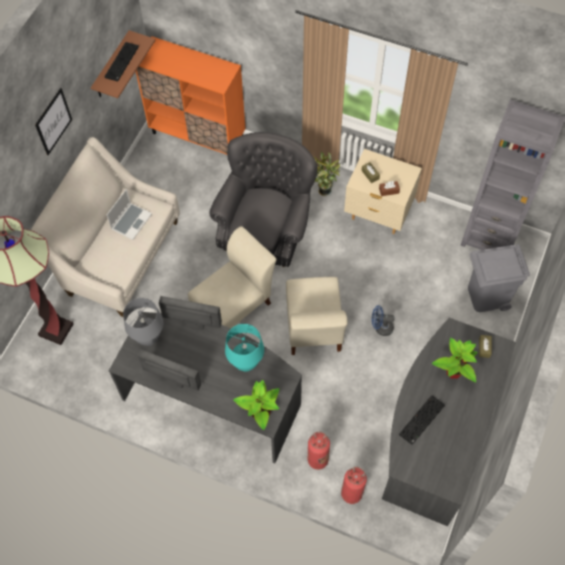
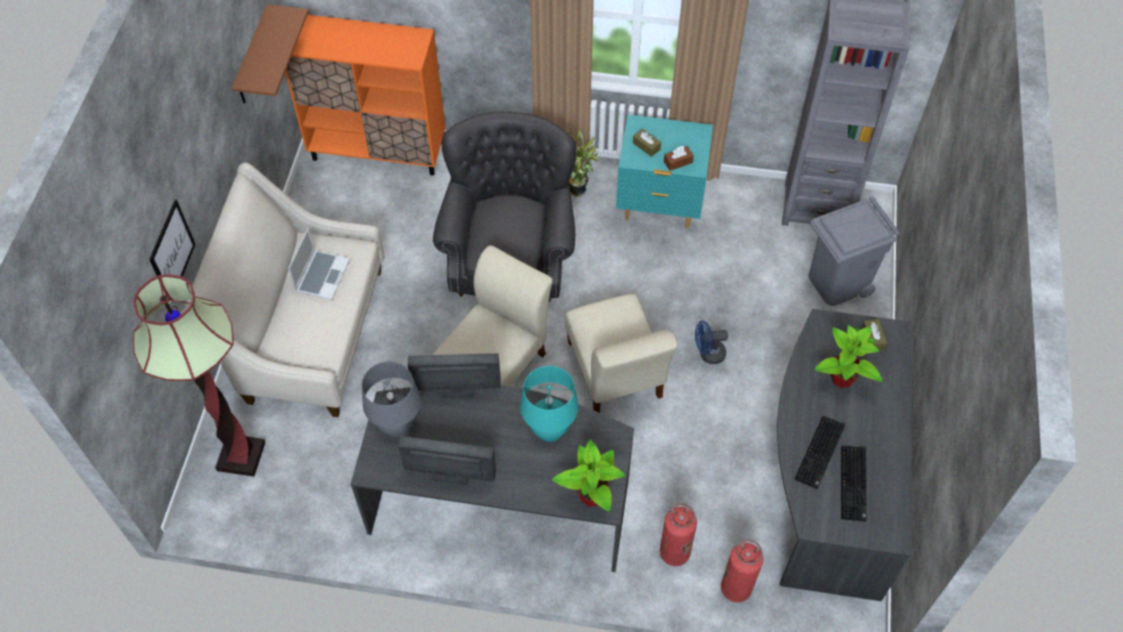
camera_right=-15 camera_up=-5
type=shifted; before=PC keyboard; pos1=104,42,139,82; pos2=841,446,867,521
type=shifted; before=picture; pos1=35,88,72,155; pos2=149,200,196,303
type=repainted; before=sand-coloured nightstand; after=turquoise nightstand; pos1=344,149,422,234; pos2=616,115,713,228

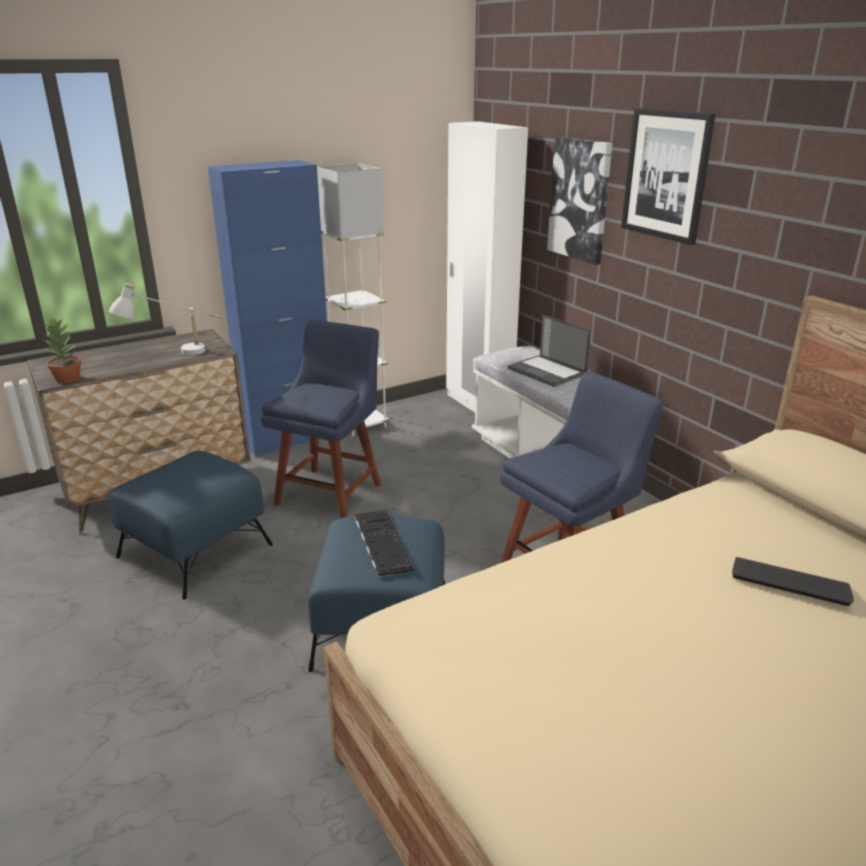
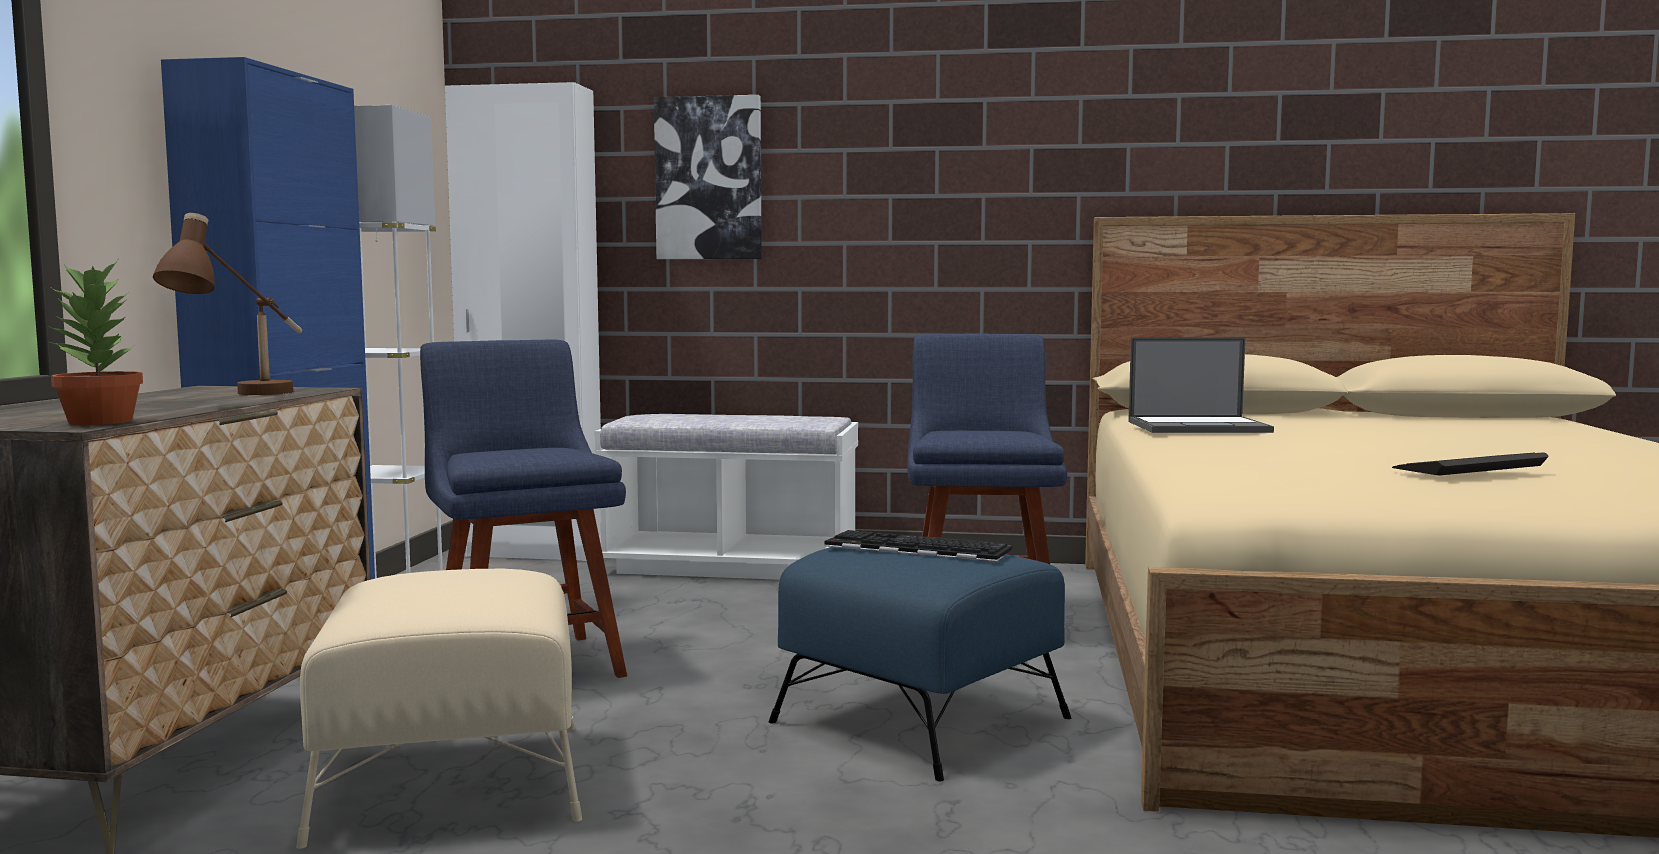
camera_right=-50 camera_up=-20
type=gone; before=picture; pos1=621,108,716,245
type=repainted; before=whitish tabletop lamp; after=brownish tabletop lamp; pos1=109,283,225,355; pos2=153,213,302,395
type=shifted; before=laptop; pos1=508,315,591,387; pos2=1128,338,1274,433
type=repainted; before=blue-coloured footrest; after=sand-coloured footrest; pos1=108,451,273,600; pos2=296,569,582,849
type=shifted; before=PC keyboard; pos1=732,557,854,606; pos2=1392,452,1549,475

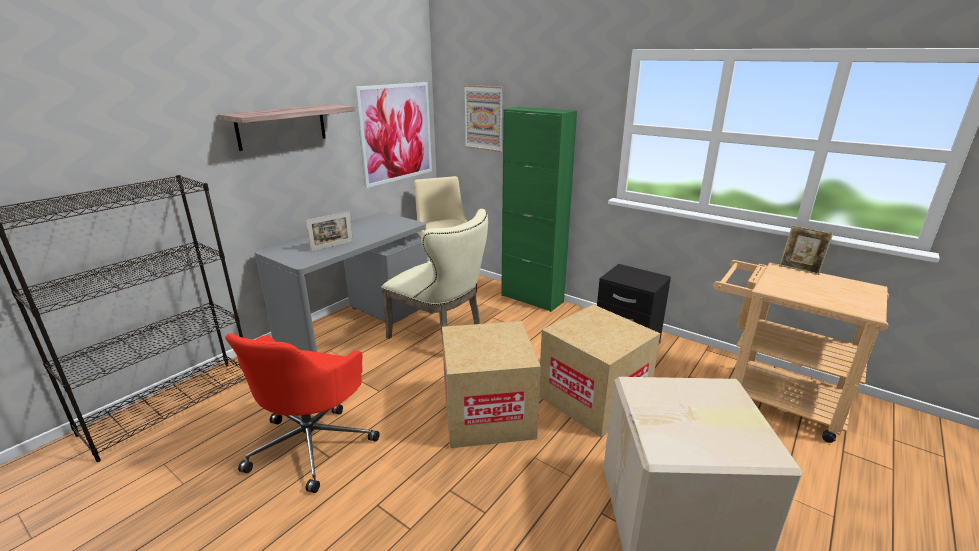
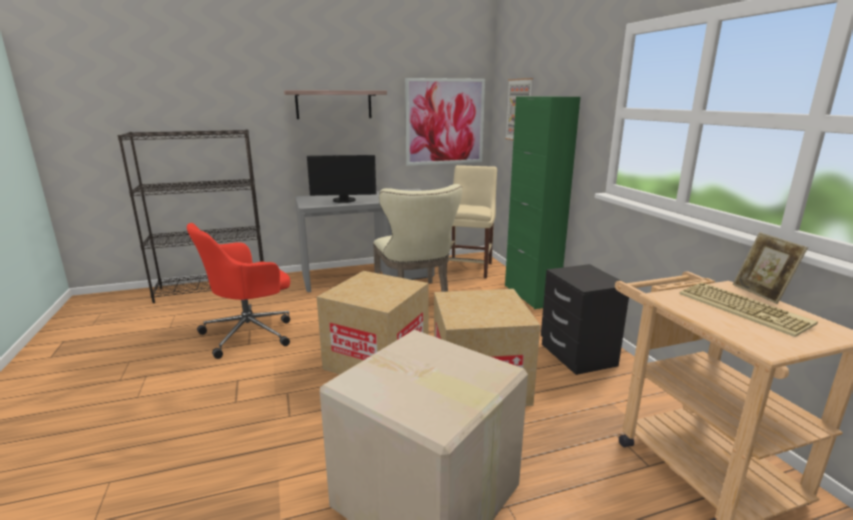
camera_right=35 camera_up=-5
type=swapped; before=picture frame; after=computer screen; pos1=306,211,353,252; pos2=307,155,376,203
type=new; after=PC keyboard; pos2=679,282,818,337

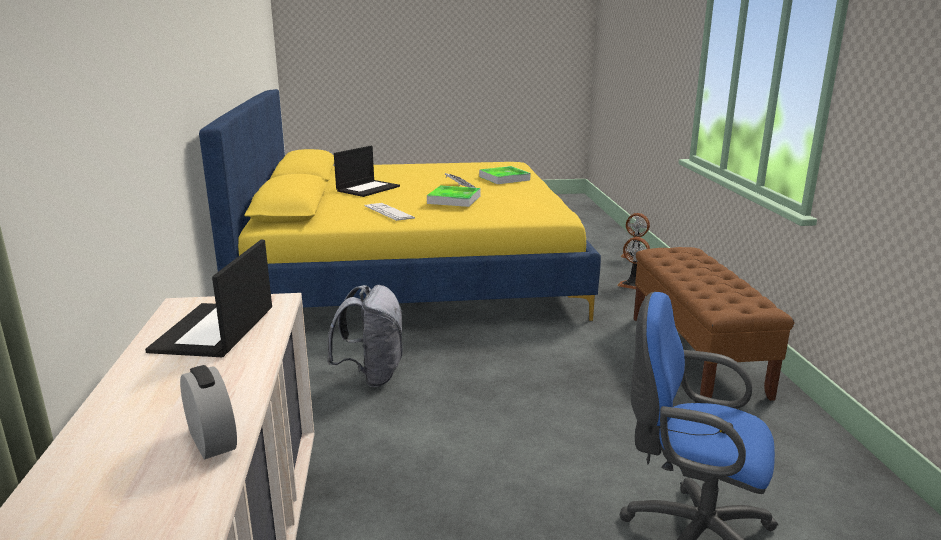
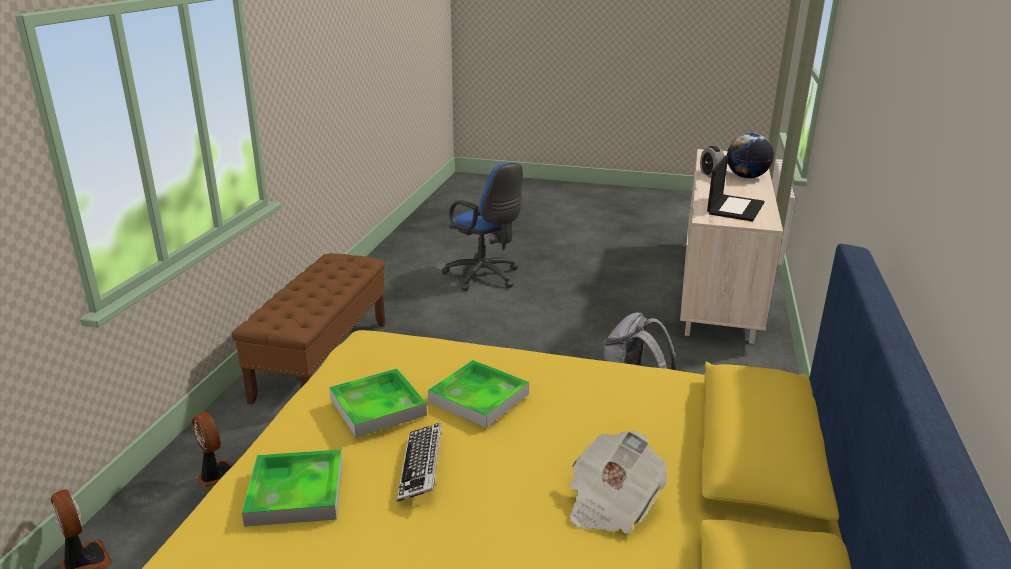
camera_right=-160 camera_up=5
type=swapped; before=laptop; after=newspaper; pos1=334,146,400,197; pos2=569,431,667,534
type=gone; before=PC keyboard; pos1=365,203,415,221
type=new; after=globe; pos2=727,133,774,178
type=new; after=tray; pos2=329,368,427,438

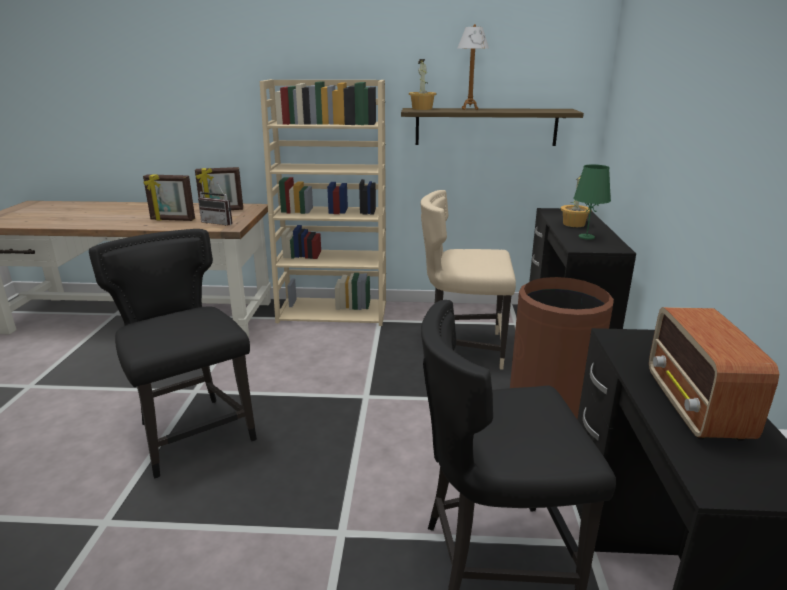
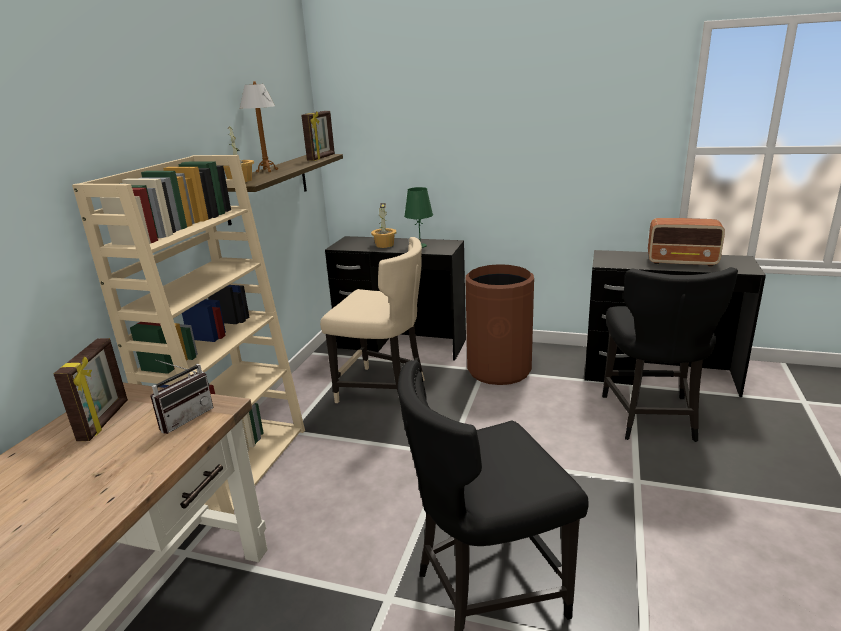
camera_right=-75 camera_up=0
type=shifted; before=picture frame; pos1=143,174,195,221; pos2=301,111,335,161
type=rotated; before=sand-coloured plain chair; pos1=420,190,516,370; pos2=320,237,425,403; turn=-90

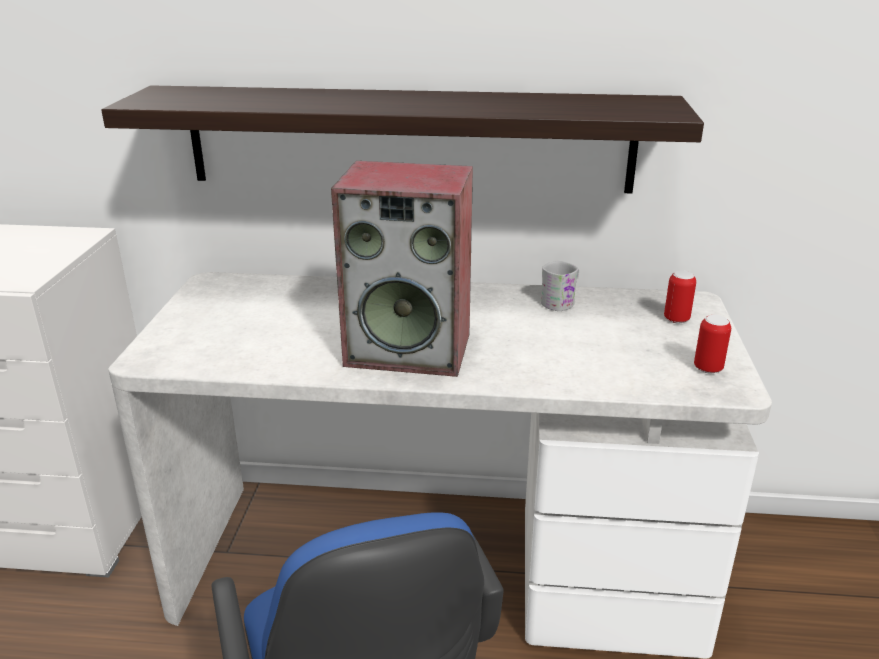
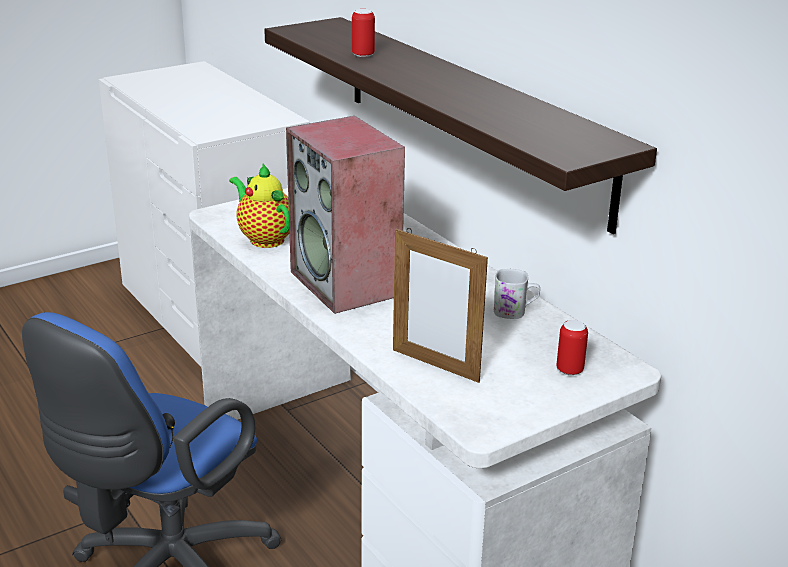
camera_right=50 camera_up=0
type=shifted; before=can; pos1=694,315,731,373; pos2=352,9,375,57
type=new; after=teapot; pos2=229,163,289,248
type=new; after=picture frame; pos2=393,228,488,383

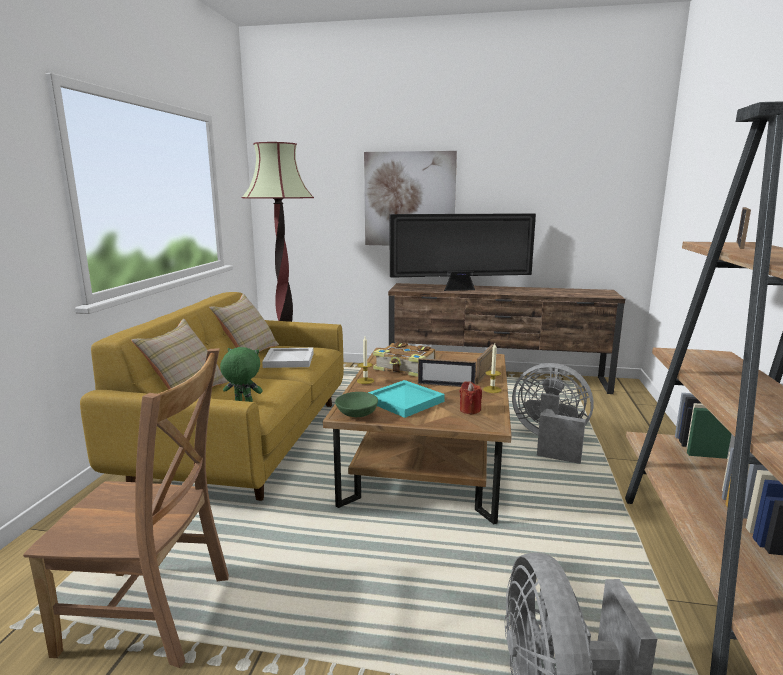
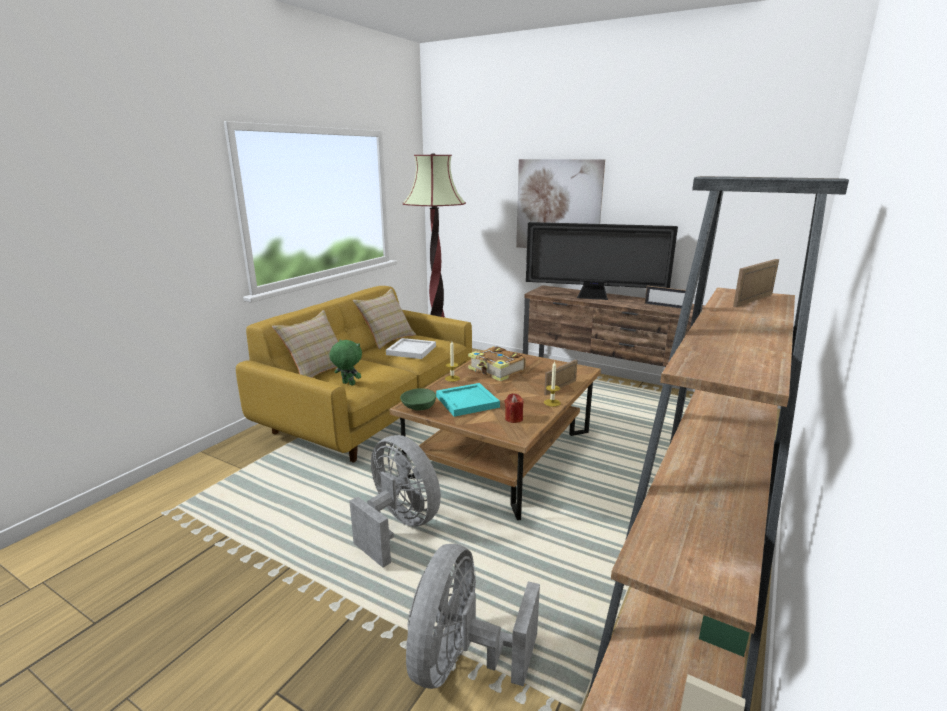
camera_right=20 camera_up=5
type=gone; before=brownish plain chair; pos1=23,348,229,668
type=shifted; before=picture frame; pos1=418,358,476,387; pos2=645,286,686,309
type=shifted; before=greyish electric fan; pos1=512,363,594,464; pos2=349,435,441,568

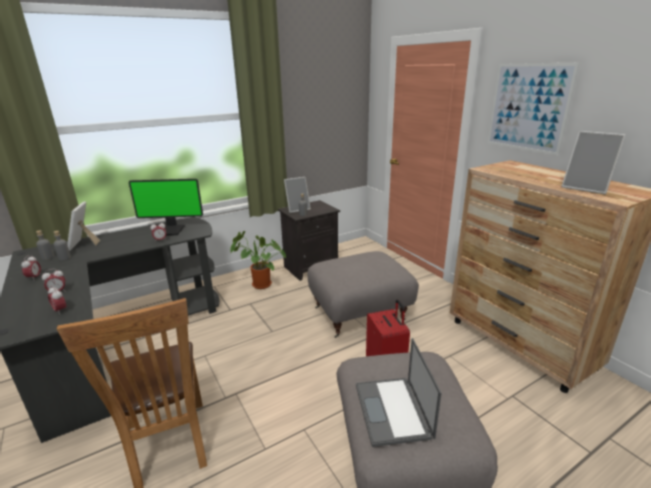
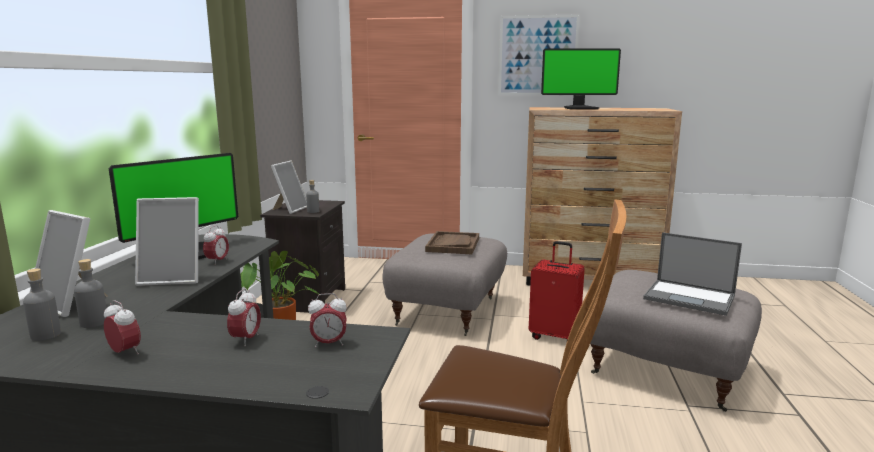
camera_right=-50 camera_up=-10
type=shifted; before=picture frame; pos1=561,131,626,194; pos2=135,197,199,286
type=new; after=computer screen; pos2=541,48,621,110
type=new; after=brownish tray; pos2=425,231,479,255

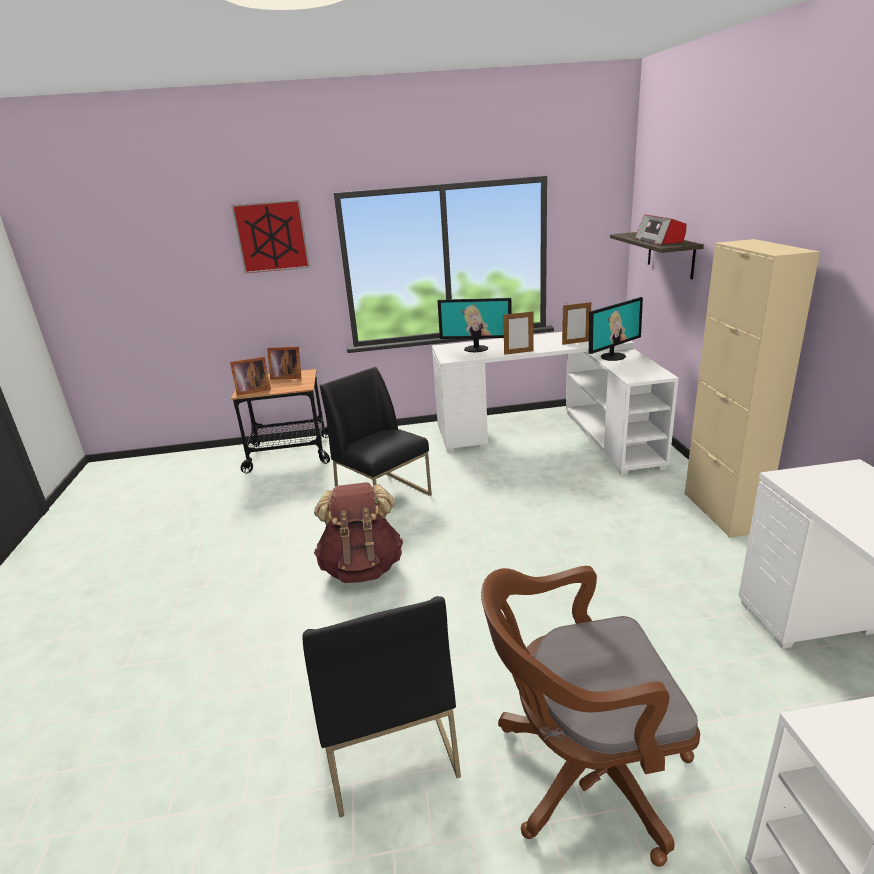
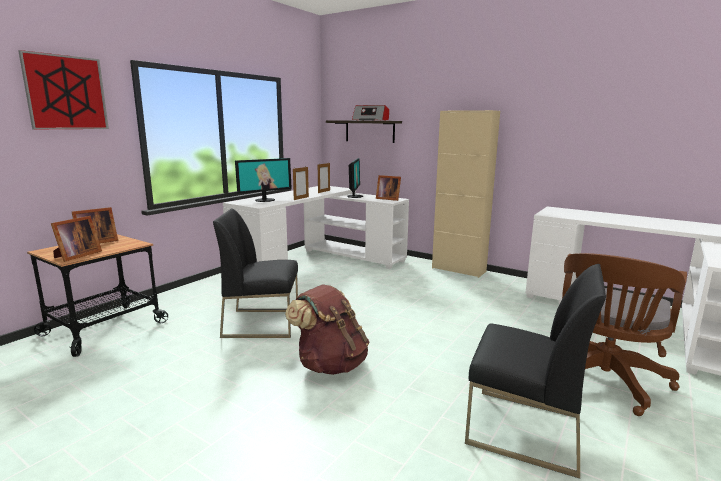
camera_right=-50 camera_up=-10
type=new; after=picture frame; pos2=376,175,401,201

